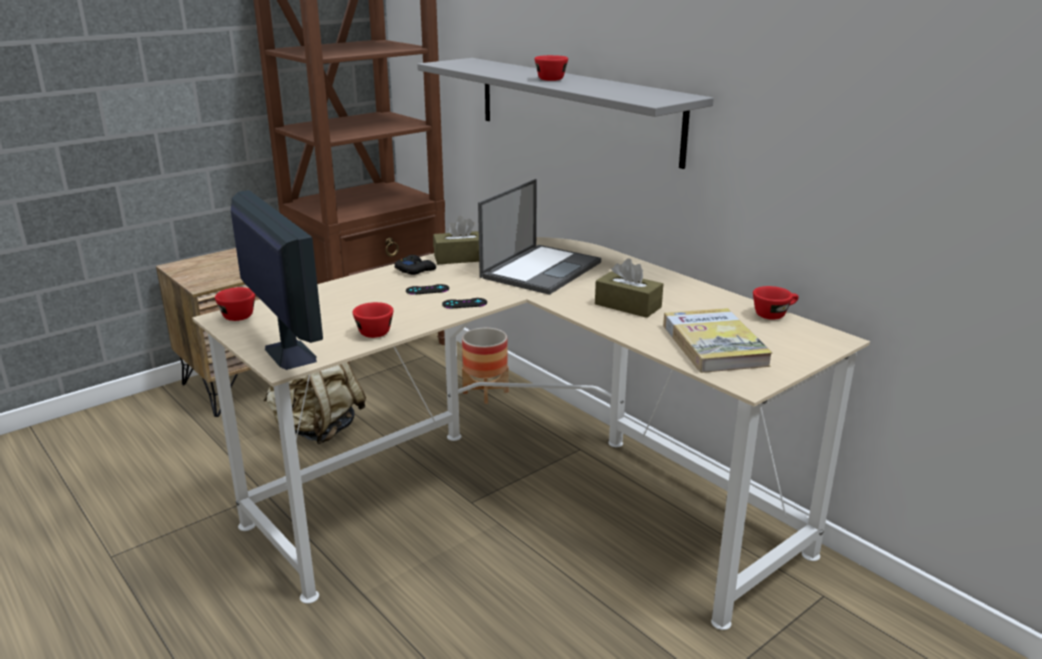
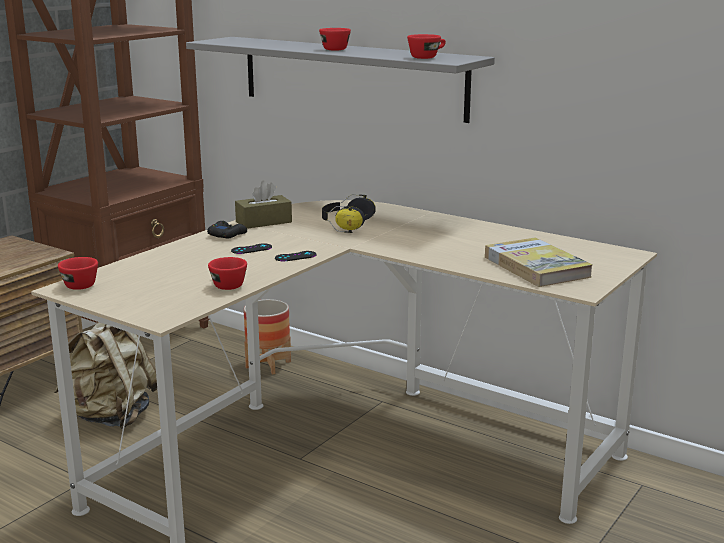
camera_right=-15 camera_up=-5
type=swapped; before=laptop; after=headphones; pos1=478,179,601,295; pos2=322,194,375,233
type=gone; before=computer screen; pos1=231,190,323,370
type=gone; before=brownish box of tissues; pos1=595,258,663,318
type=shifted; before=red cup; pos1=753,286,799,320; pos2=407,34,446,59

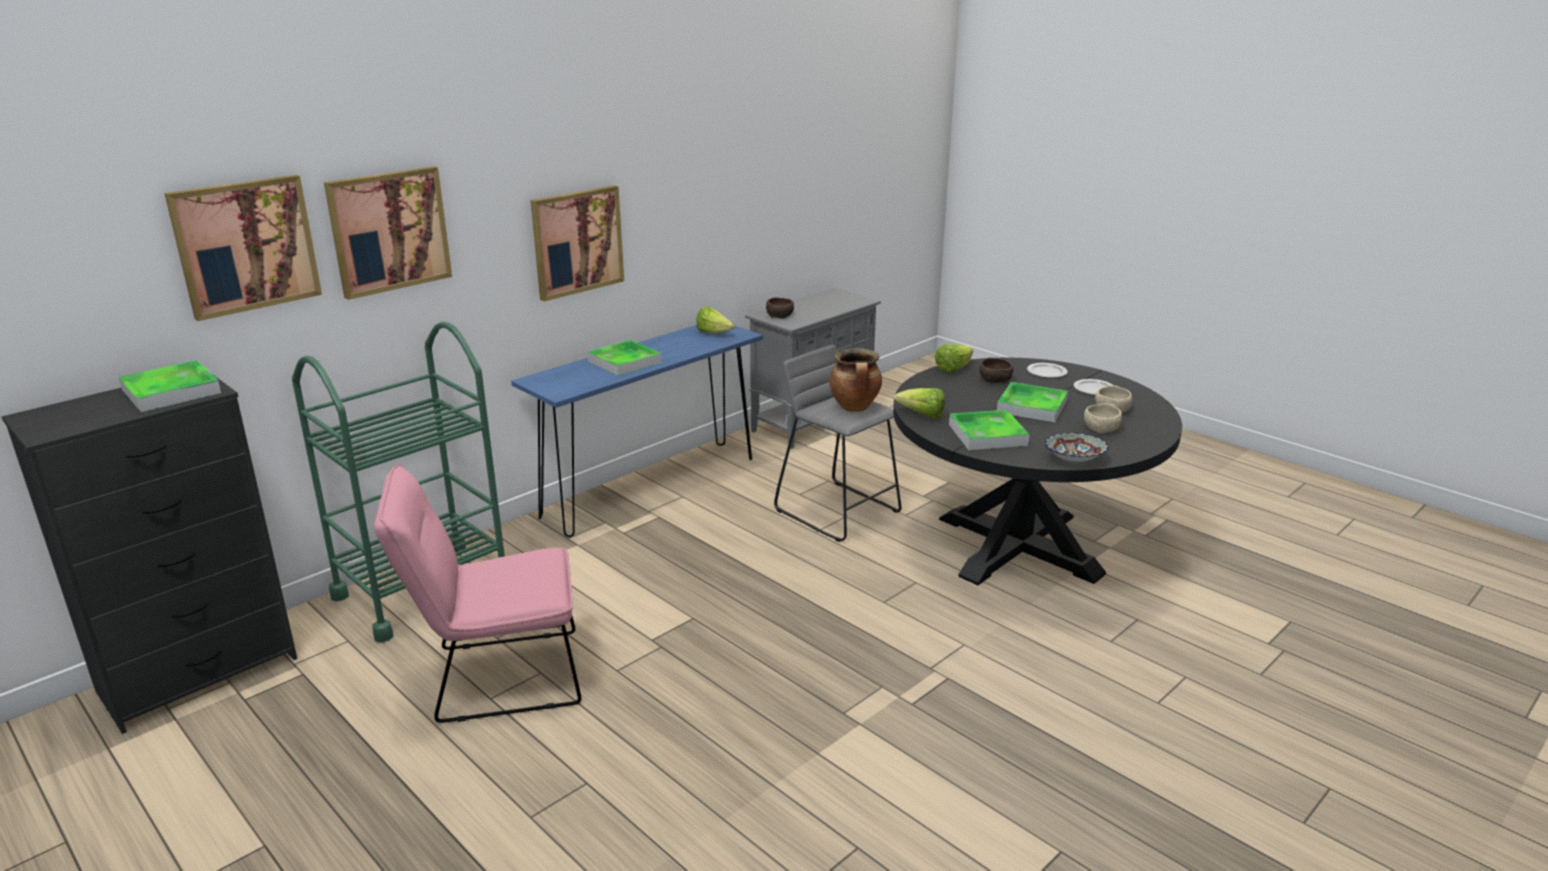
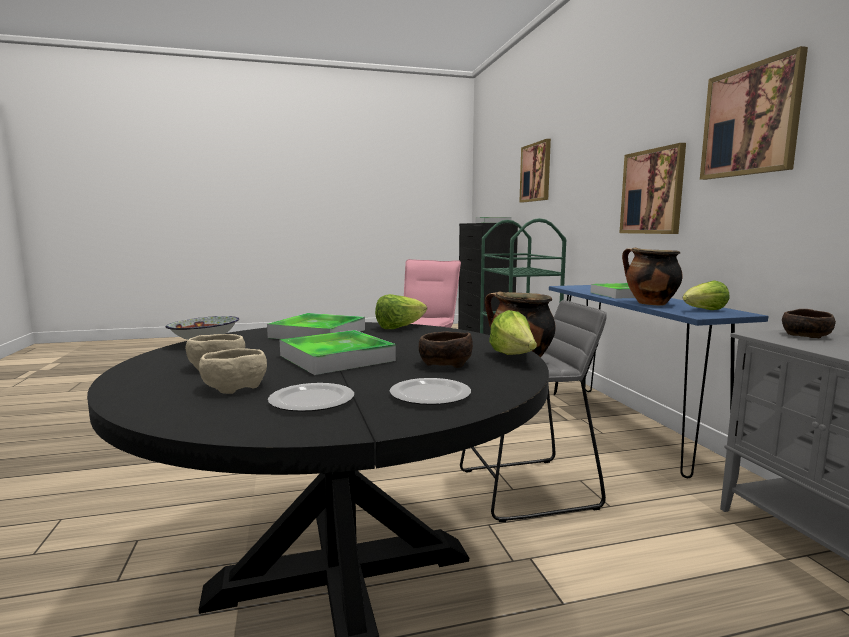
camera_right=120 camera_up=-15
type=shifted; before=picture; pos1=324,166,452,300; pos2=700,46,808,180
type=new; after=cooking pot; pos2=622,248,683,306

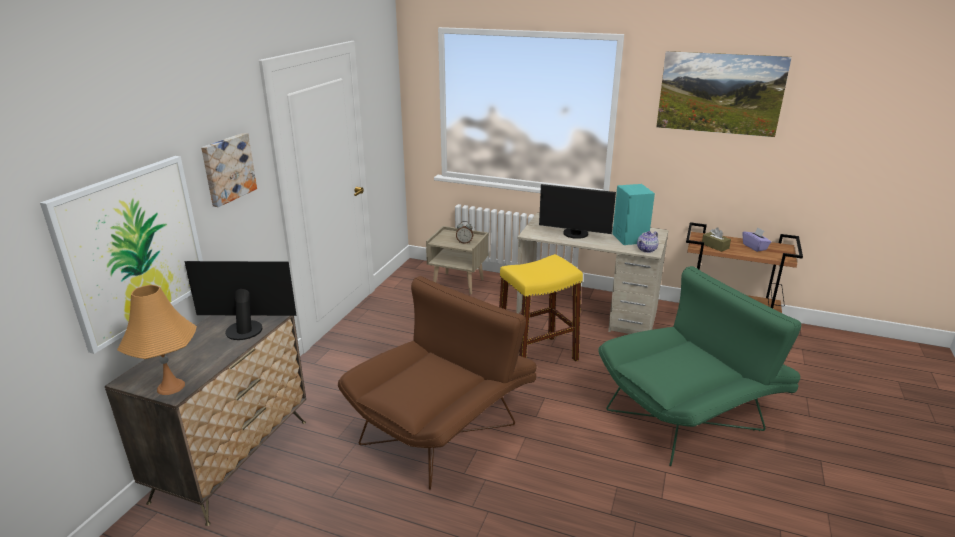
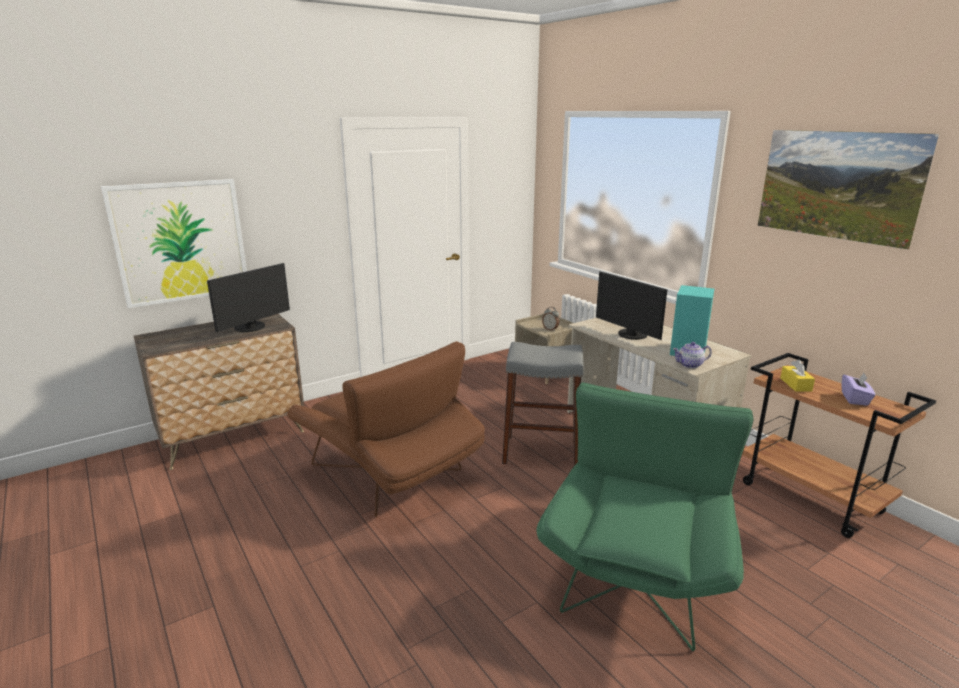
camera_right=35 camera_up=-5
type=gone; before=picture; pos1=201,133,257,207
type=repainted; before=brownish box of tissues; after=yellow-coloured box of tissues; pos1=702,228,731,252; pos2=780,360,815,392
type=repainted; before=yellow-coloured stool seat; after=greyish stool seat; pos1=499,254,583,361; pos2=502,342,584,466
type=rotated; before=computer screen; pos1=184,261,297,340; pos2=207,263,290,332; turn=90
type=rotated; before=green lounge chair; pos1=598,266,801,466; pos2=536,382,753,651; turn=-75
type=rotated; before=brownish lounge chair; pos1=338,276,537,490; pos2=287,341,485,517; turn=60
type=gone; before=orangey tabletop lamp; pos1=117,285,197,395

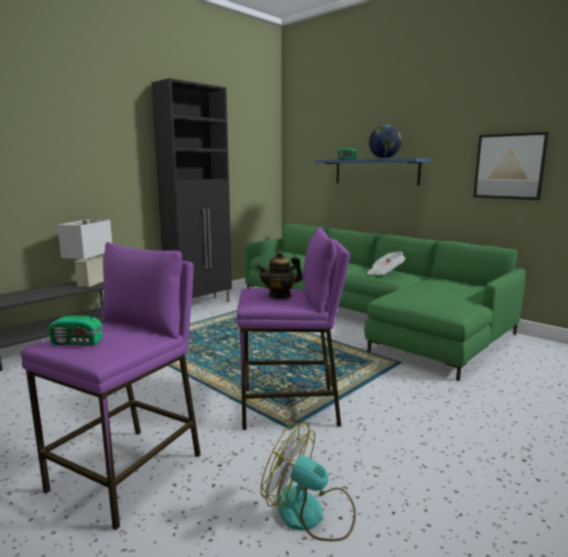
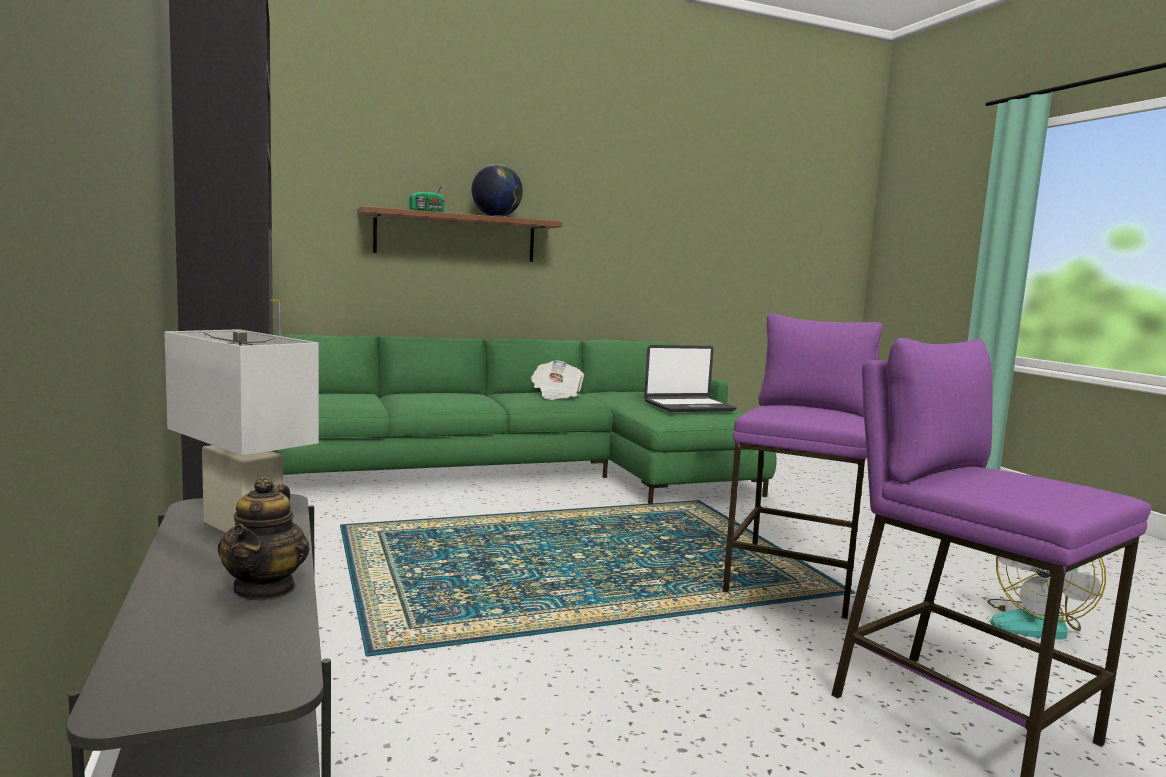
camera_right=-65 camera_up=-5
type=gone; before=picture; pos1=473,132,549,200
type=repainted; before=blue-coloured bracket shelf; after=brownish bracket shelf; pos1=314,158,431,185; pos2=357,206,563,262
type=shifted; before=teapot; pos1=257,251,302,299; pos2=217,476,310,601
type=gone; before=radio receiver; pos1=48,296,103,345
type=new; after=laptop; pos2=644,345,737,412

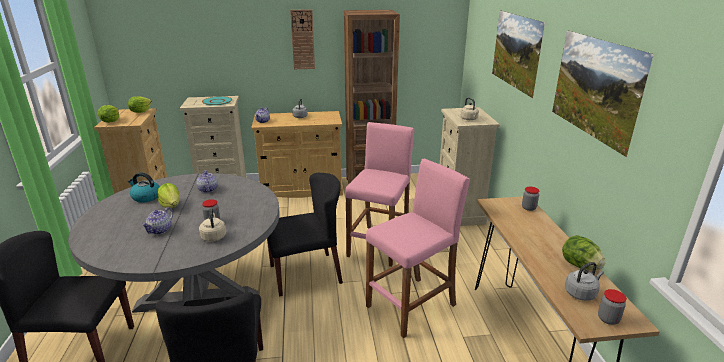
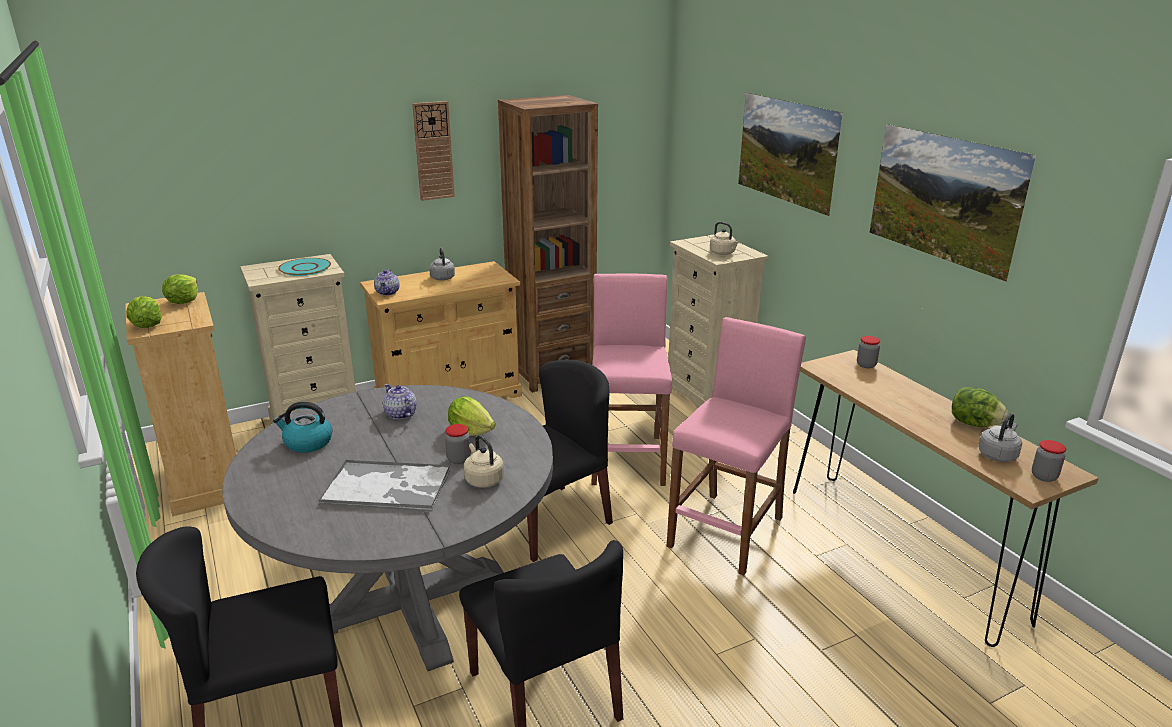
camera_right=-20 camera_up=0
type=shifted; before=head of lettuce; pos1=157,183,180,208; pos2=448,396,496,436
type=swapped; before=teapot; after=tray; pos1=141,207,173,234; pos2=319,460,451,512

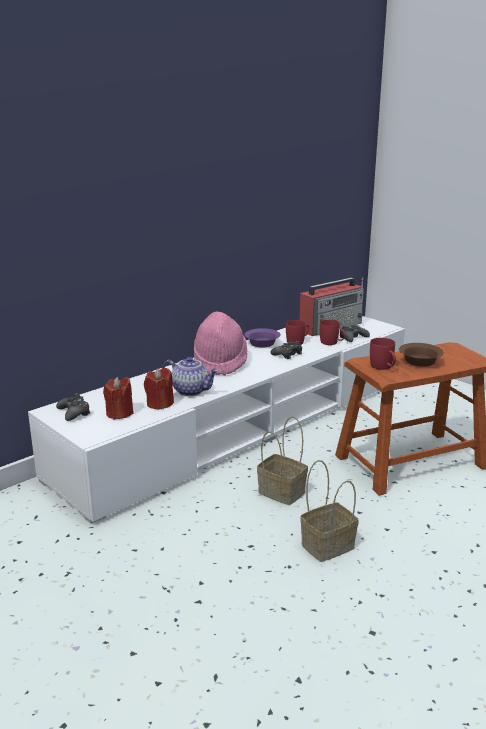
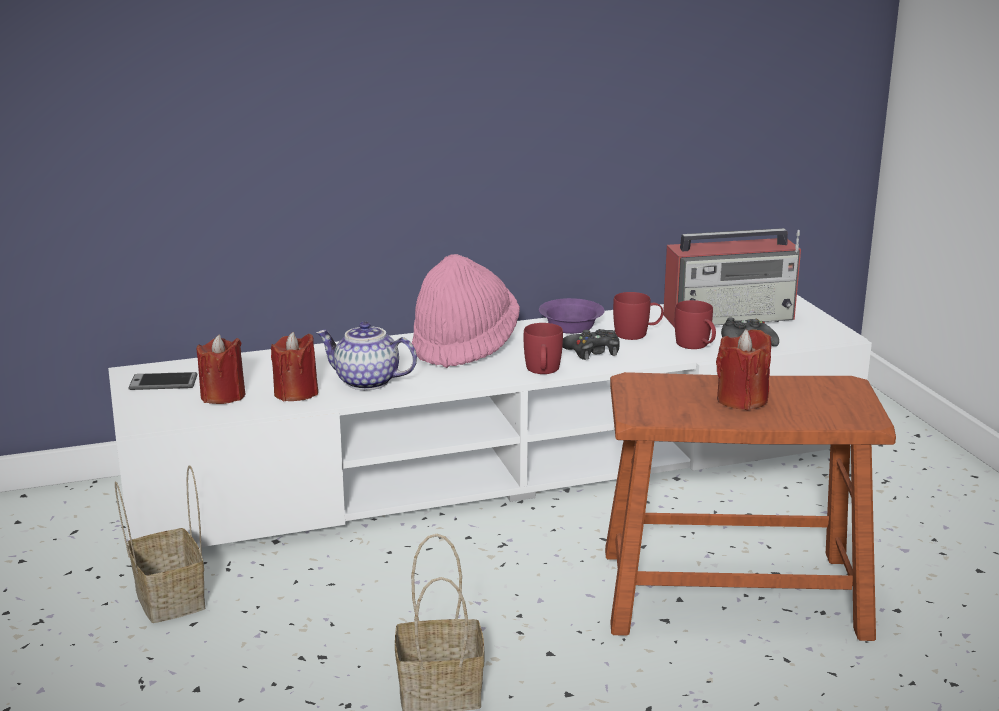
camera_right=25 camera_up=0
type=shifted; before=red tea mug; pos1=370,338,396,370; pos2=524,323,563,374
type=swapped; before=brownish deep dish; after=red wax candle; pos1=399,343,444,367; pos2=716,329,771,410
type=rotated; before=teapot; pos1=162,357,219,396; pos2=316,321,417,390; turn=150
type=swapped; before=blackish joypad; after=handset; pos1=56,393,90,421; pos2=128,372,198,390
type=shifted; before=basket; pos1=257,416,308,505; pos2=115,465,205,623

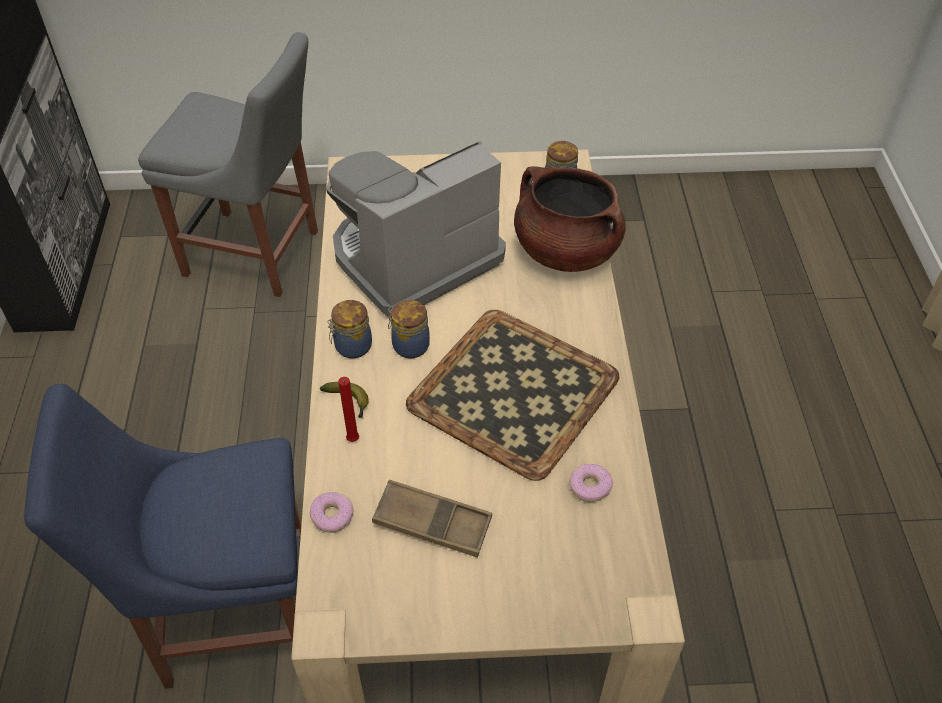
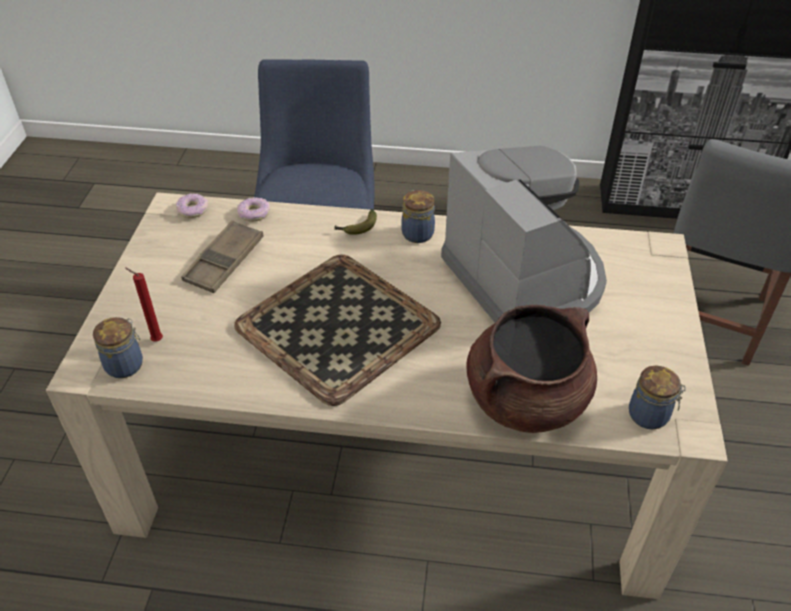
camera_right=100 camera_up=-5
type=shifted; before=storage jar; pos1=388,300,430,358; pos2=93,317,143,378
type=shifted; before=red wax candle; pos1=338,377,359,442; pos2=125,268,163,342
type=shifted; before=donut; pos1=569,464,613,502; pos2=176,193,208,218

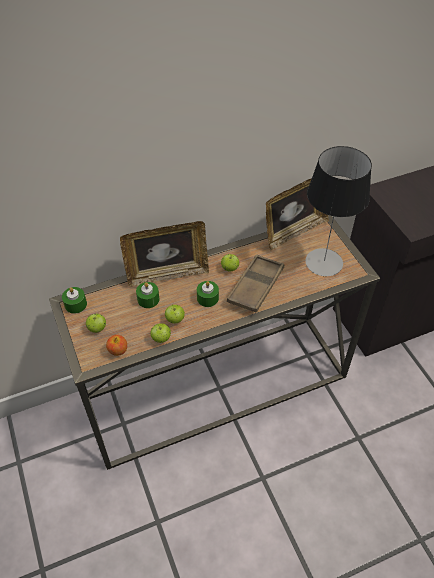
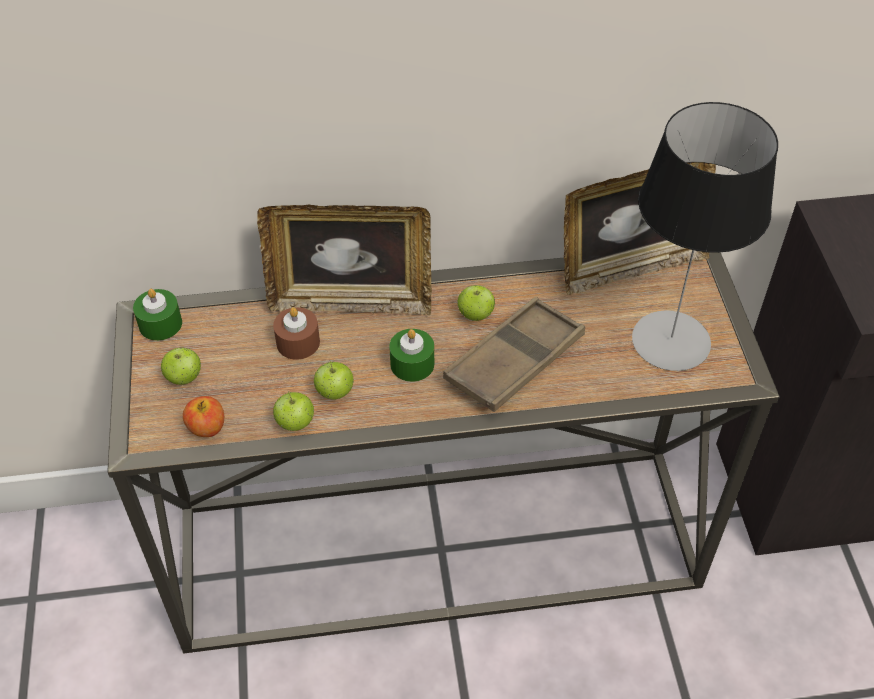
camera_right=15 camera_up=0
type=repainted; before=green wax candle; after=brownish wax candle; pos1=136,282,159,308; pos2=273,307,320,360

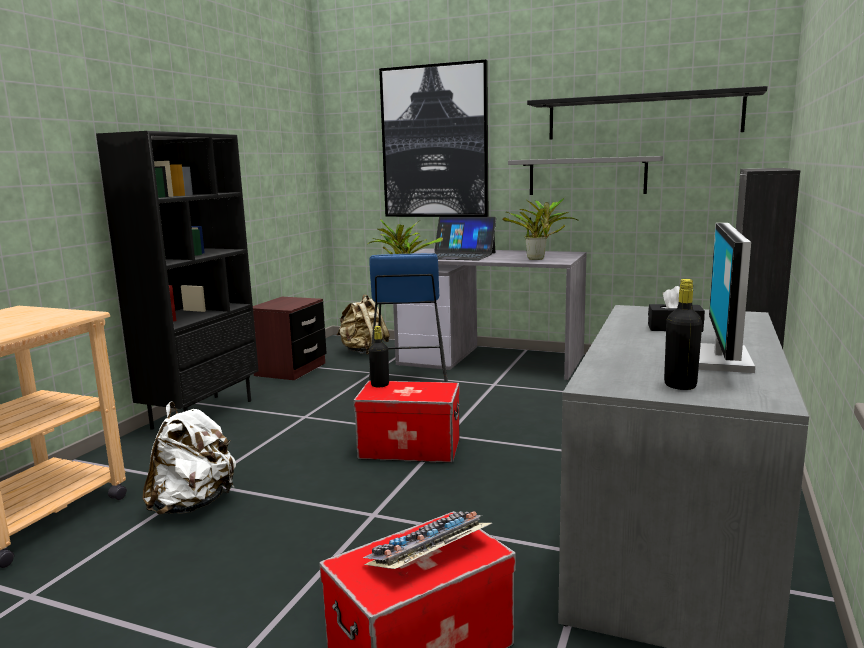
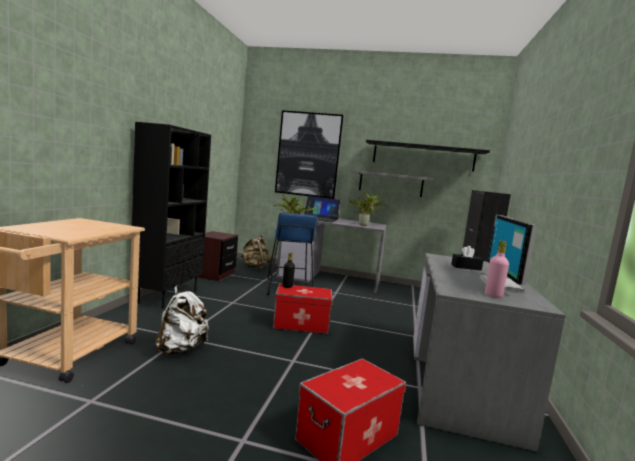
camera_right=-10 camera_up=-5
type=repainted; before=blackish beverage bottle; after=pink beverage bottle; pos1=664,279,702,390; pos2=485,241,509,298
type=gone; before=PC keyboard; pos1=363,511,492,569

